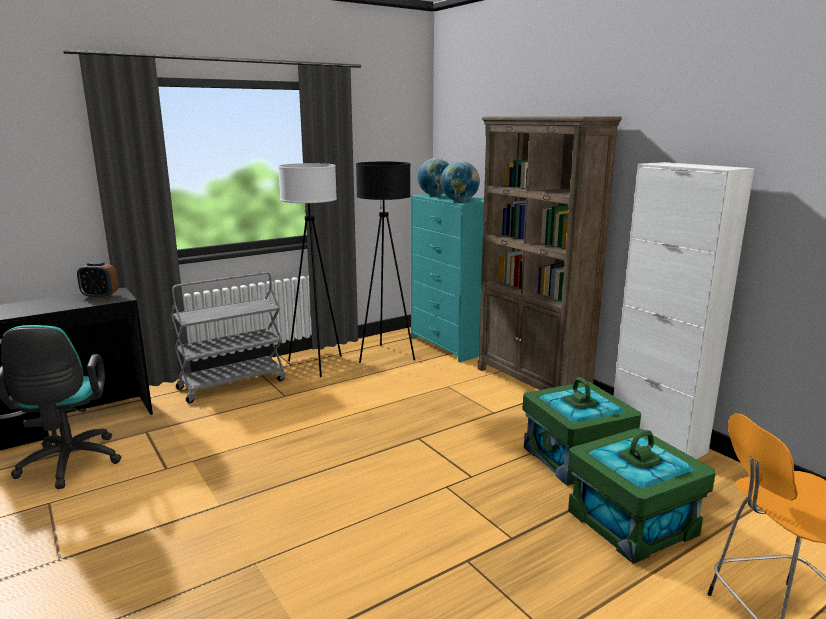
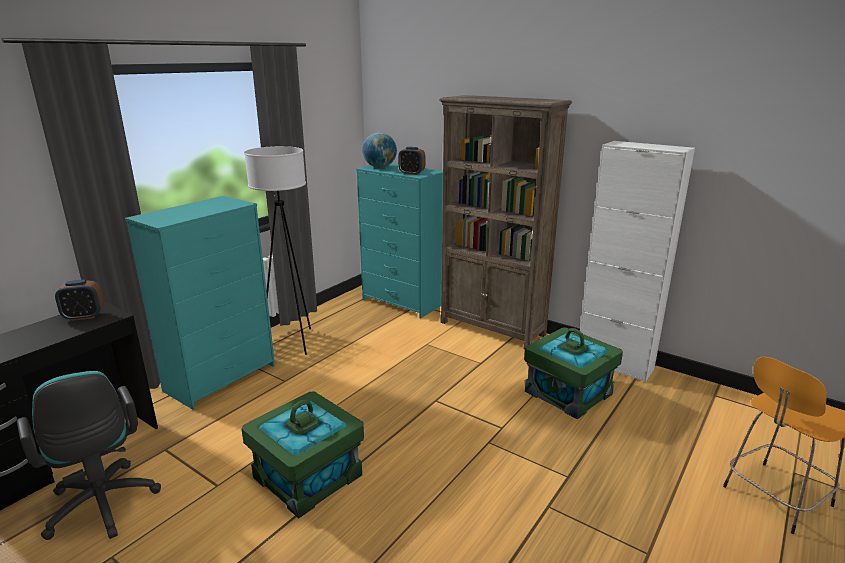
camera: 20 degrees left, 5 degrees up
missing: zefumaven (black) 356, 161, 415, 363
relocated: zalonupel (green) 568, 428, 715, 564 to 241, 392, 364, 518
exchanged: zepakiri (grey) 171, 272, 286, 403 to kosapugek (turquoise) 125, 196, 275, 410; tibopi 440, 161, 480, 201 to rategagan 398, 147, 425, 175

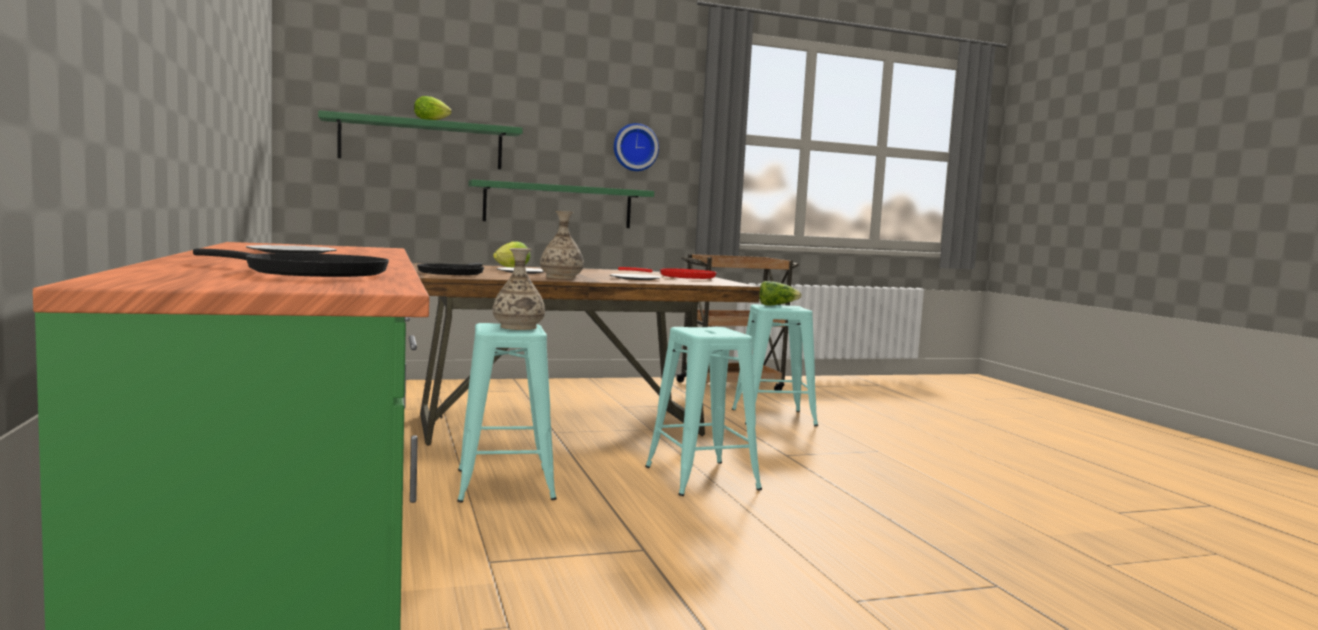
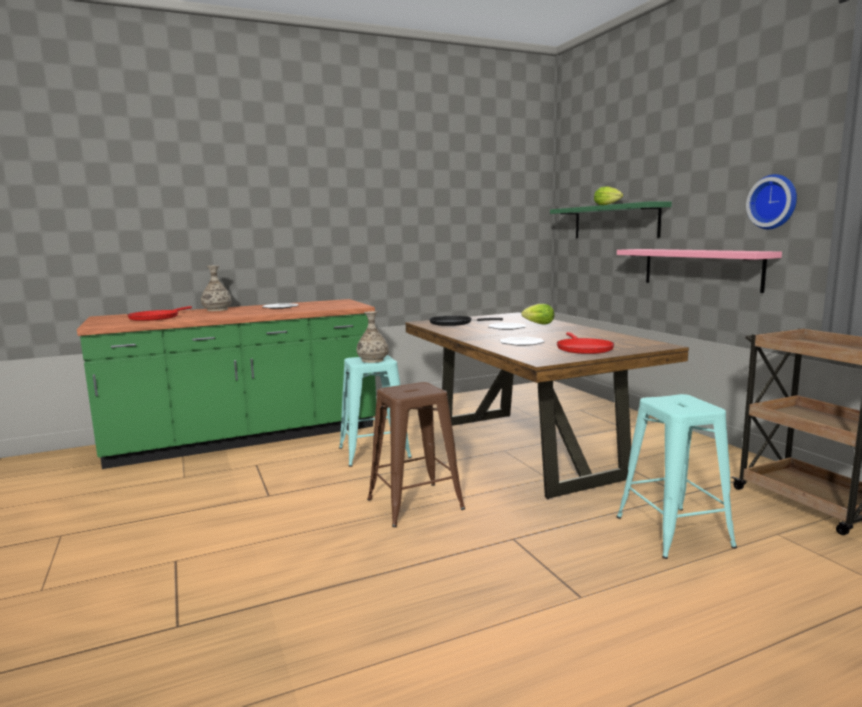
camera: 85 degrees right, 5 degrees up
missing: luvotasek 759, 281, 802, 305
relocated: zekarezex 540, 211, 584, 279 to 201, 266, 232, 311
colour: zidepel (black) 193, 249, 389, 277 to zidepel (red) 128, 306, 192, 321; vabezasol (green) 468, 179, 654, 228 to vabezasol (pink) 617, 249, 782, 293; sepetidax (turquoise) 645, 327, 762, 496 to sepetidax (brown) 367, 382, 465, 527

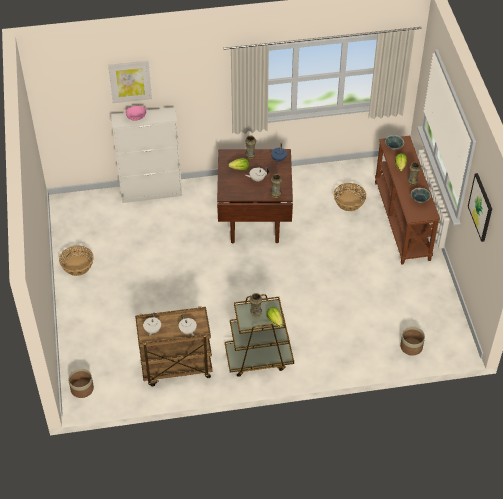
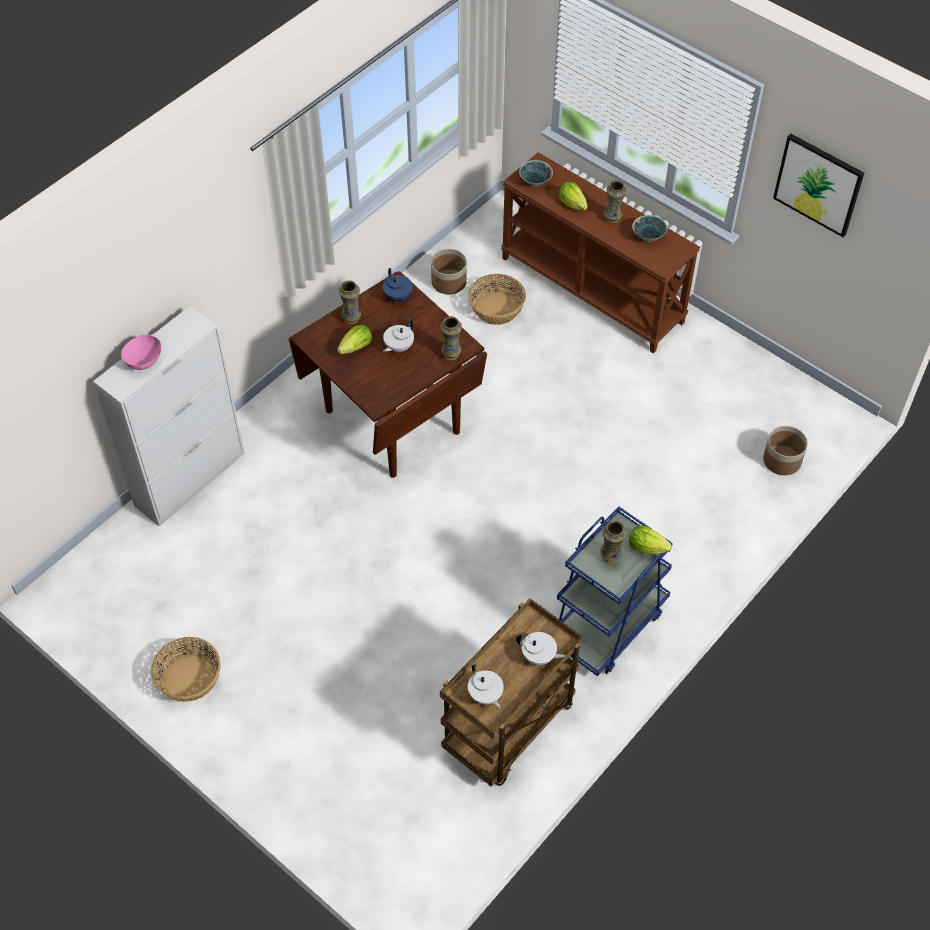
camera: 40 degrees left, 5 degrees up
missing: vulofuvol 108, 61, 152, 103
relocated: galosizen 68, 368, 94, 398 to 431, 249, 467, 294
colour: zepakiri (brown) 225, 294, 294, 377 to zepakiri (blue) 557, 506, 673, 676

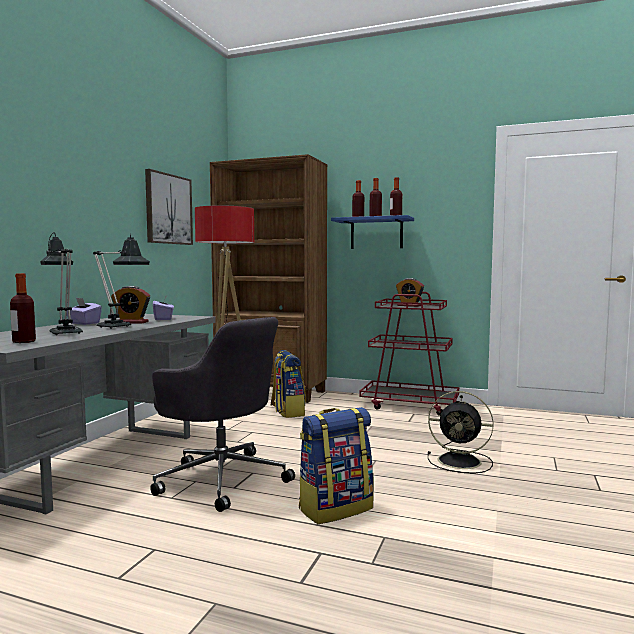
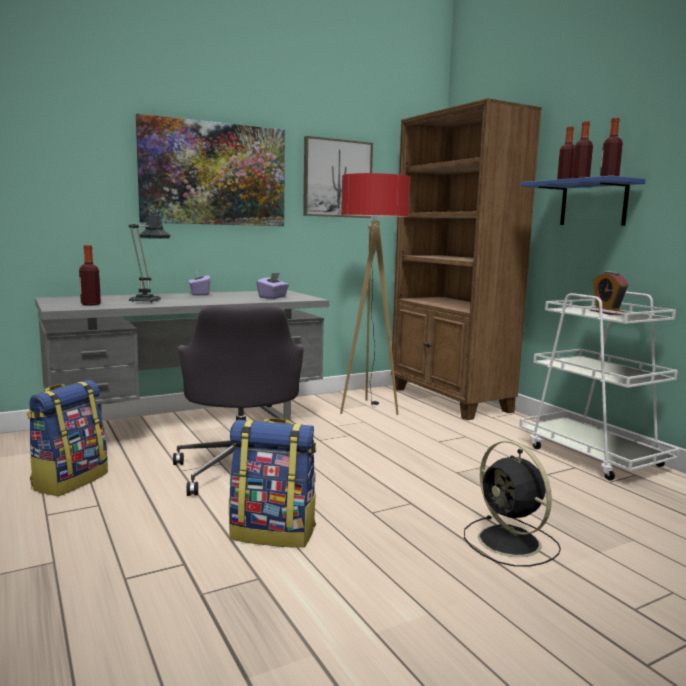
camera: 40 degrees right, 5 degrees up
missing: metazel 93, 233, 150, 329; rategagan 111, 286, 150, 324
appeared: vulofuvol 136, 113, 285, 226
relocated: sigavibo 271, 350, 306, 418 to 27, 380, 108, 496
colour: zepakiri (red) 360, 292, 459, 416 to zepakiri (white) 519, 292, 680, 481

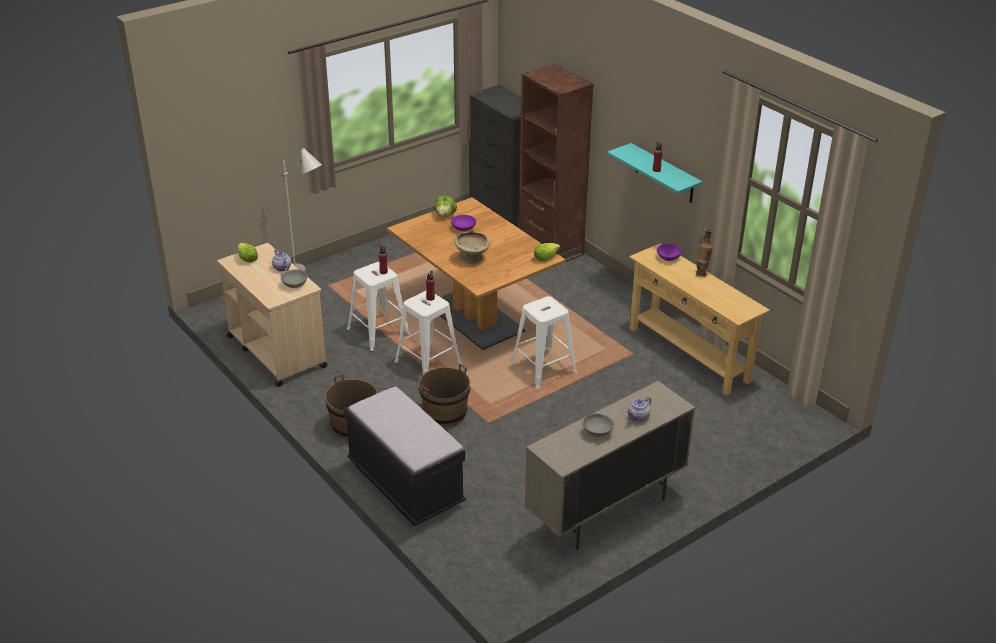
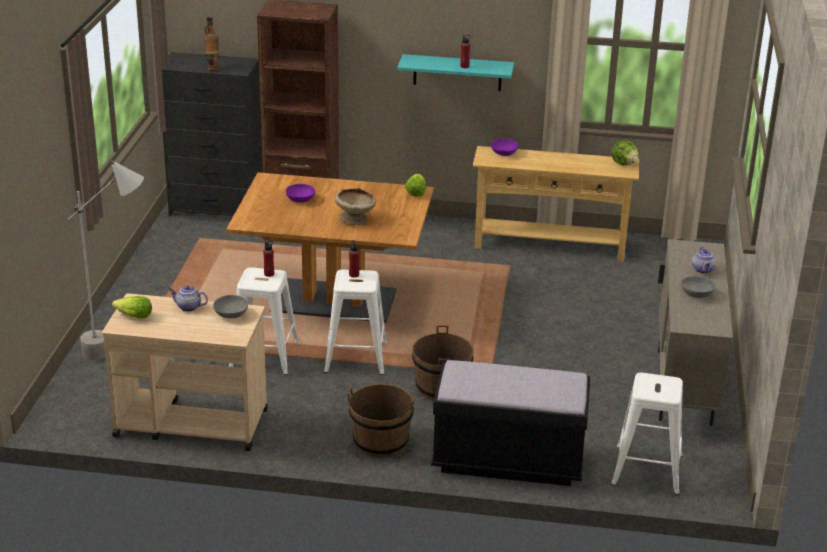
camera: 45 degrees left, 5 degrees down
relocated: luvotasek 435, 195, 457, 217 to 611, 141, 638, 165; sepetidax (white) 510, 296, 577, 389 to 611, 373, 683, 495; zekarezex 696, 228, 713, 277 to 203, 16, 219, 70

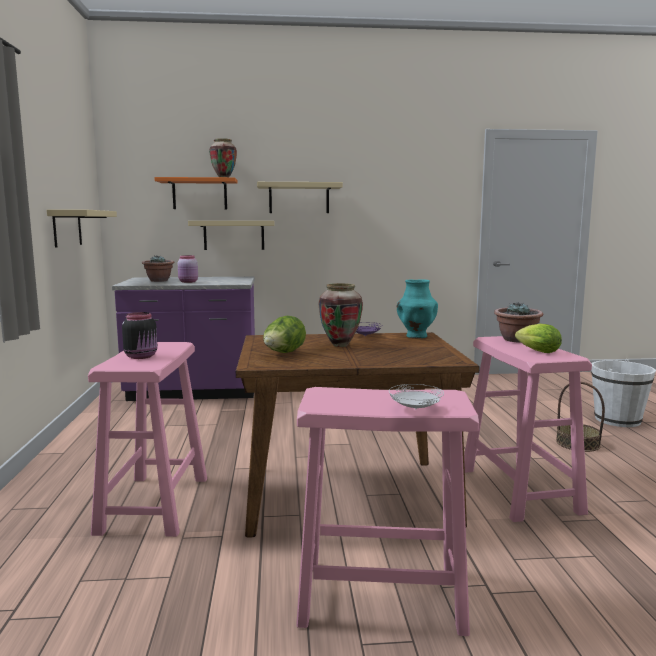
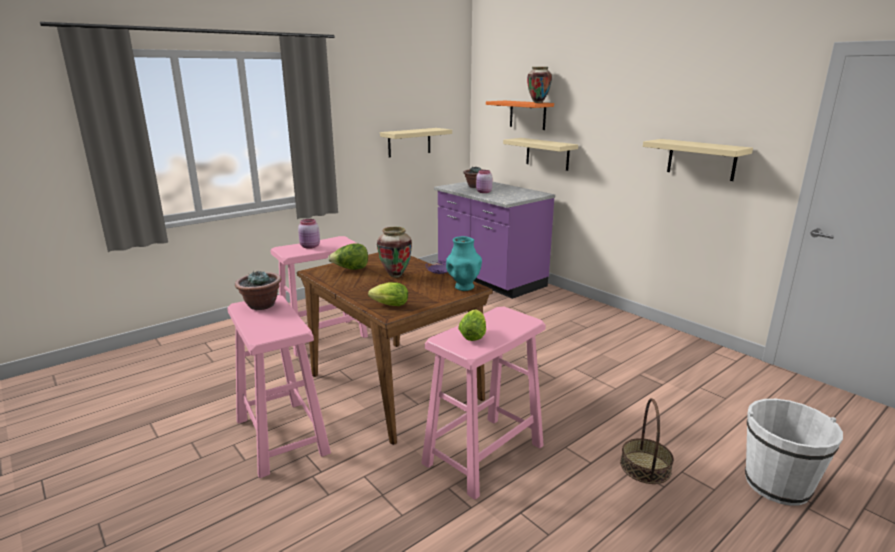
camera: 55 degrees right, 10 degrees up
missing: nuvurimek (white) 389, 384, 444, 409
appeared: luvotasek 368, 282, 408, 306
relocated: vabezasol (beige) 257, 182, 343, 213 to 643, 139, 753, 181; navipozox 494, 303, 543, 343 to 235, 270, 281, 310
colour: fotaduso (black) 122, 312, 157, 359 to fotaduso (pink) 298, 219, 320, 249

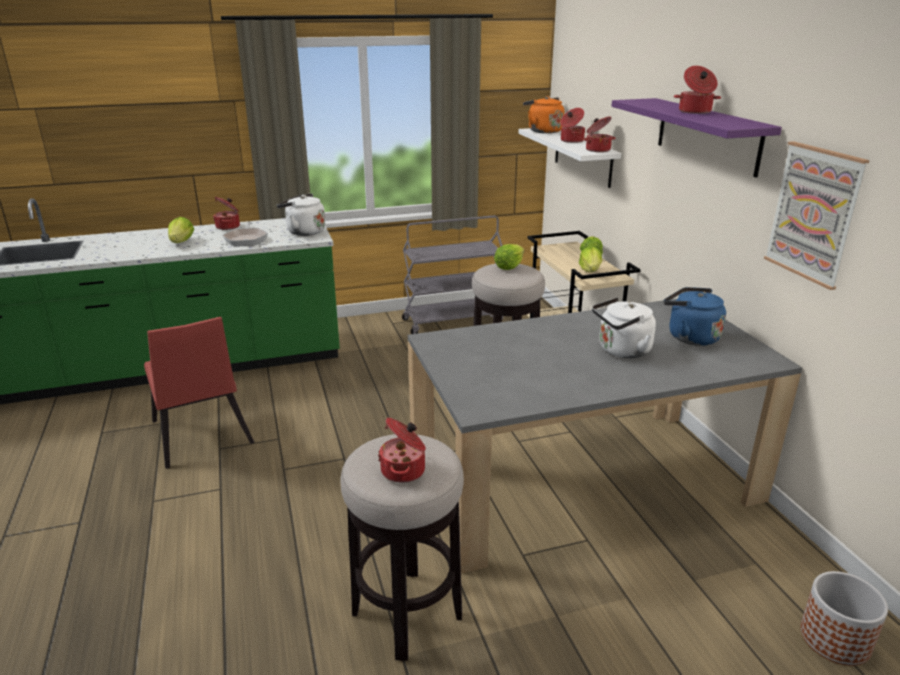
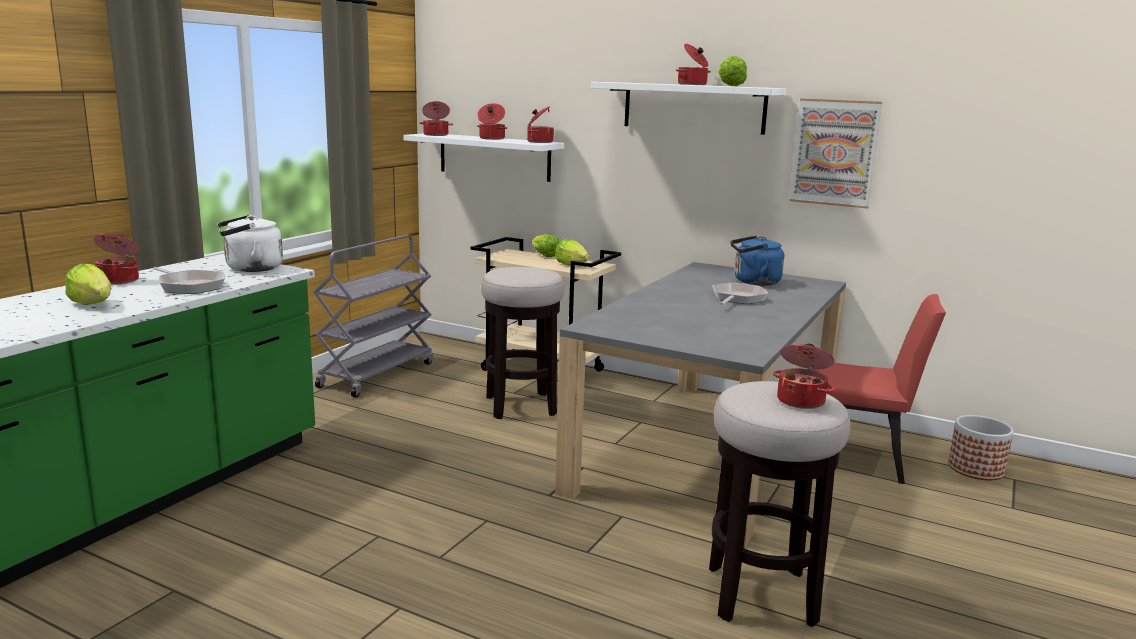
camera: 45 degrees left, 10 degrees down
relocated: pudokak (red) 144, 317, 255, 469 to 812, 294, 946, 484; luvotasek 494, 244, 524, 270 to 718, 56, 747, 86
exchanged: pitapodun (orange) 523, 96, 564, 133 to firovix 419, 101, 453, 136; pitapodun (white) 592, 297, 656, 358 to zidepel 712, 282, 768, 305
colour: vabezasol (purple) 611, 98, 782, 177 to vabezasol (white) 591, 82, 786, 135

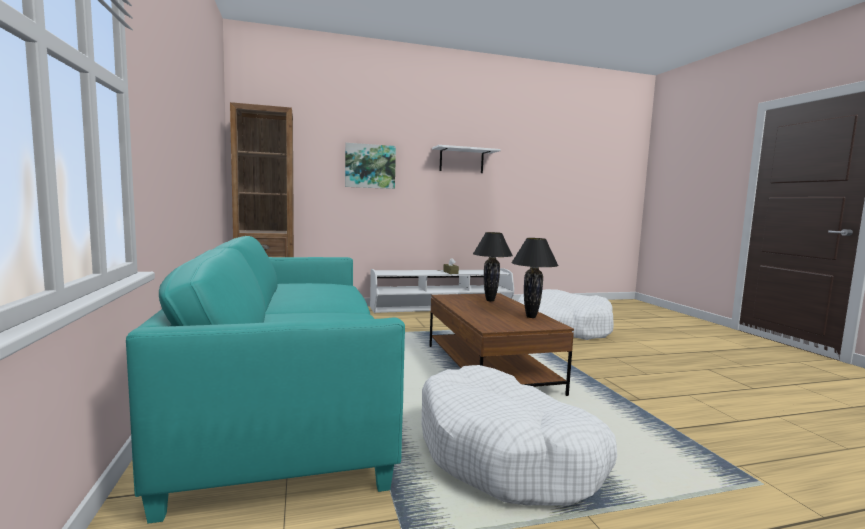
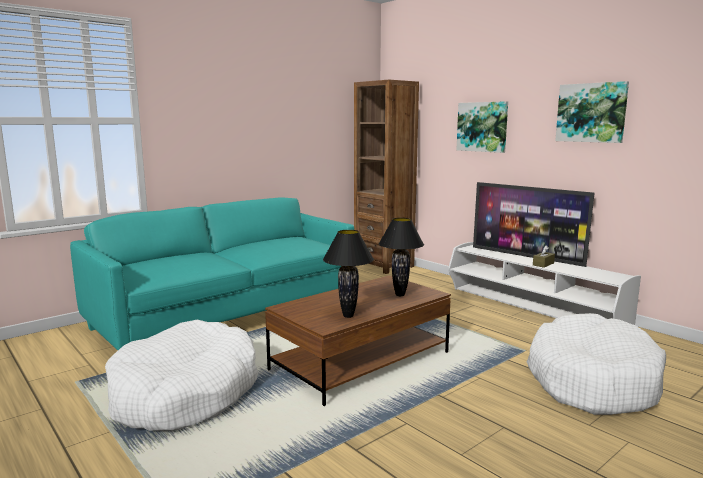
camera: 65 degrees right, 5 degrees up
appeared: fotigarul 473, 182, 594, 267
exchanged: vabezasol (white) 432, 145, 501, 173 to vulofuvol 555, 81, 629, 143

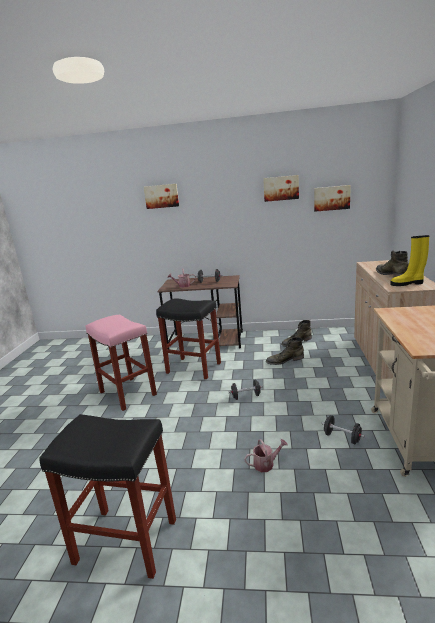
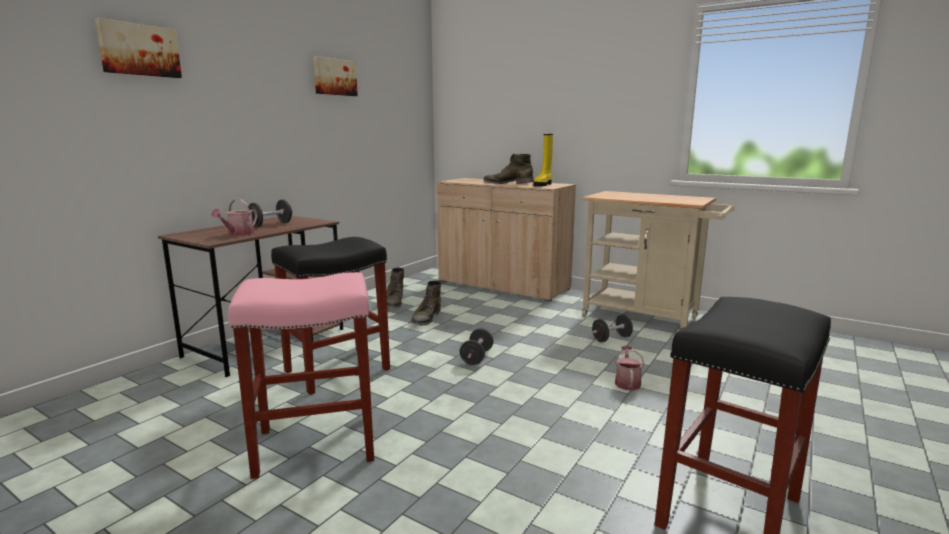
camera: 65 degrees left, 5 degrees down
missing: vulofuvol 314, 185, 351, 212

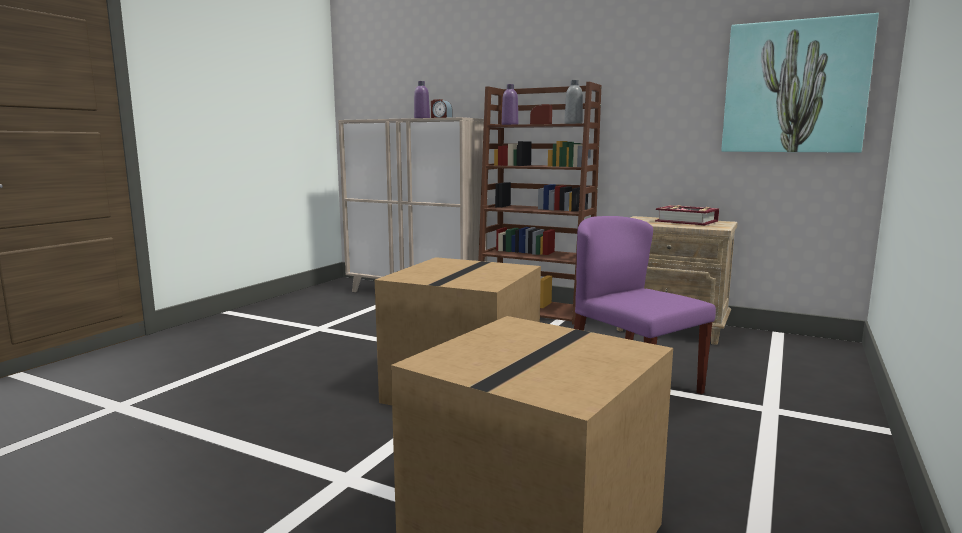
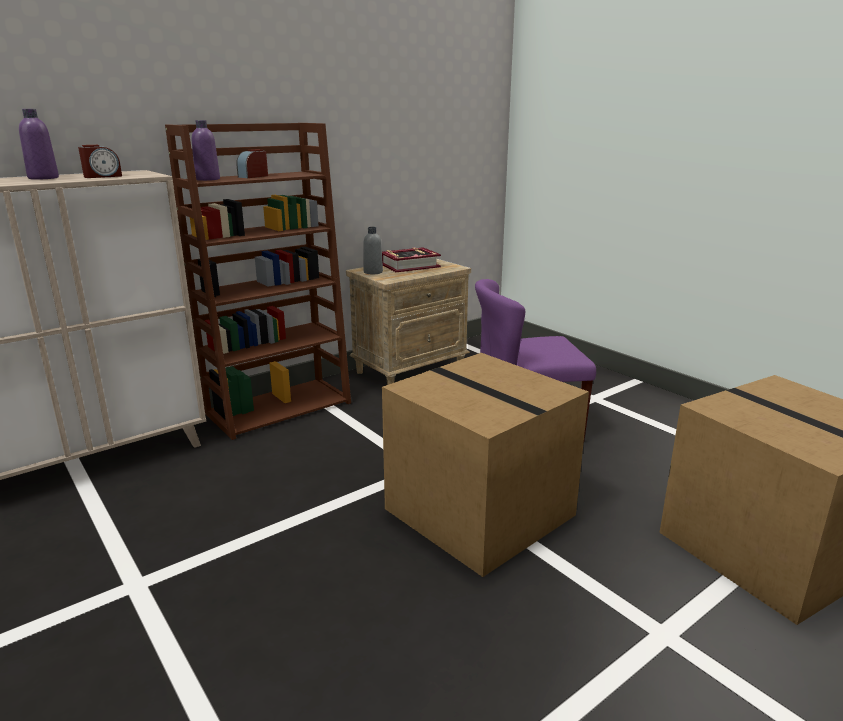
camera: 65 degrees left, 10 degrees up
missing: vulofuvol 721, 13, 879, 153
relocated: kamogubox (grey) 564, 80, 583, 124 to 363, 227, 383, 274

